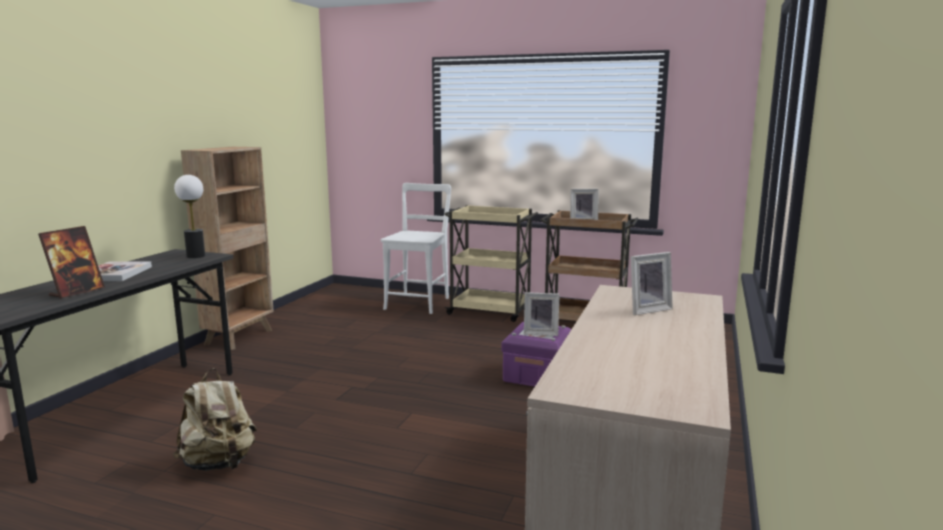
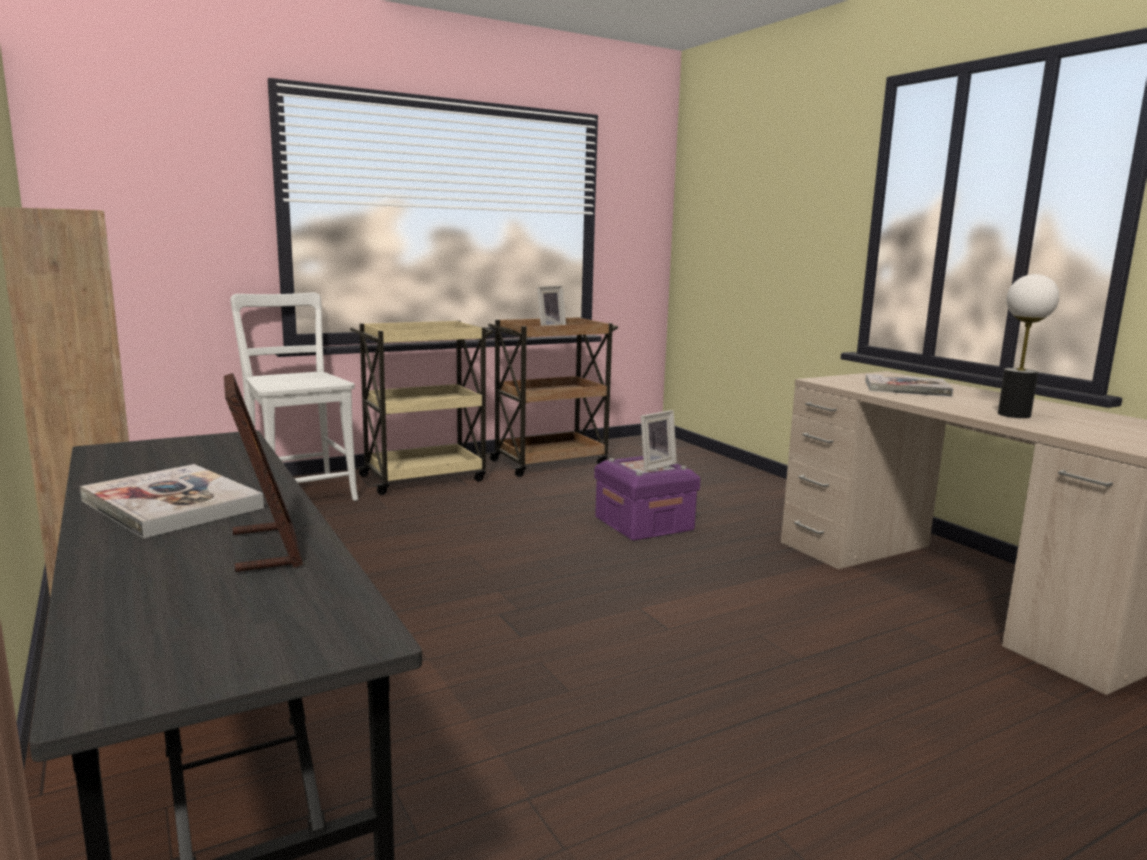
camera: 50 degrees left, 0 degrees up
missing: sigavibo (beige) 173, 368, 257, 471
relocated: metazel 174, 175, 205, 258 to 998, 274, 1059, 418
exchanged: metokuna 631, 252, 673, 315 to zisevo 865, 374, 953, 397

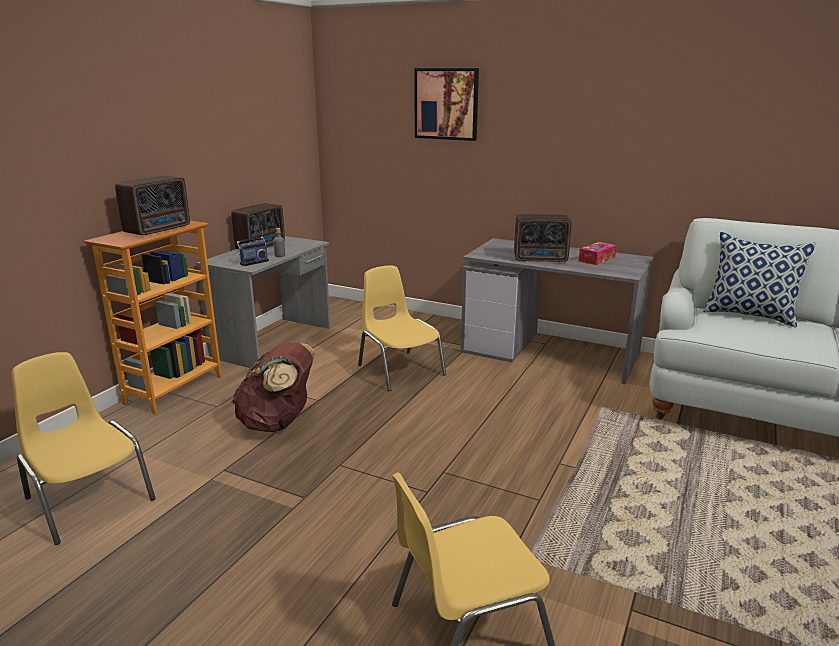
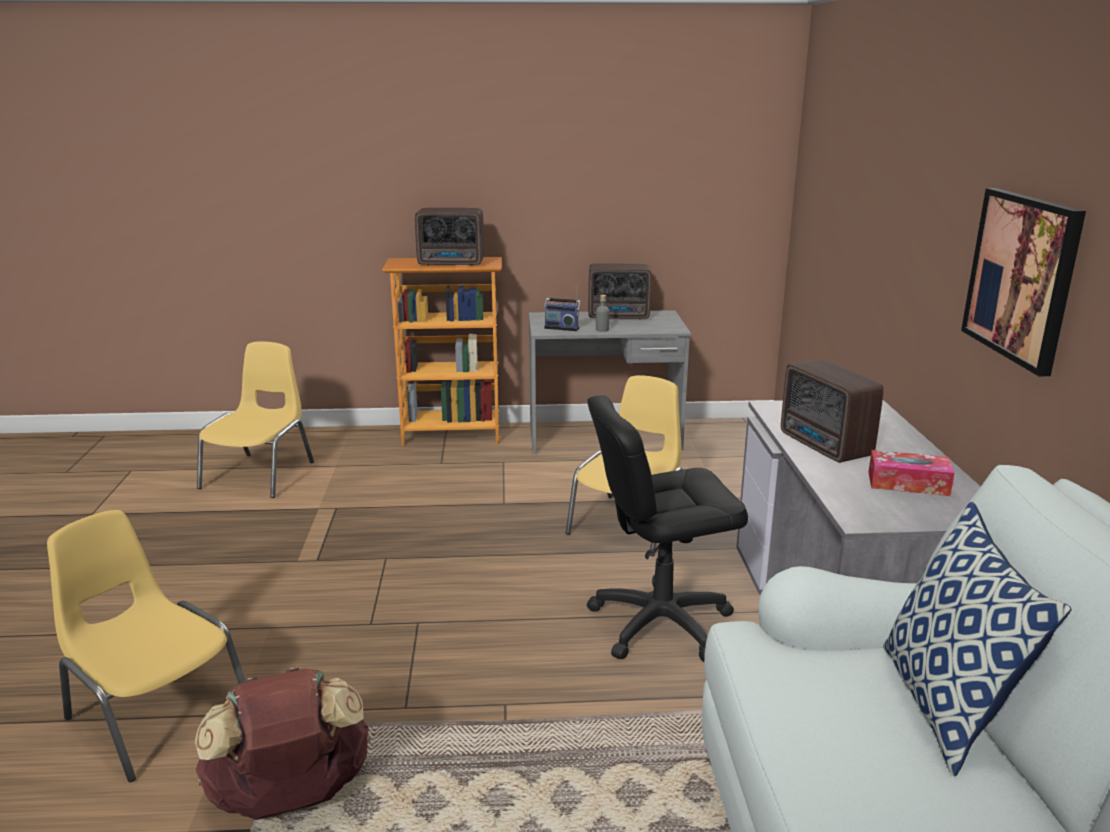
camera: 60 degrees right, 0 degrees up
appeared: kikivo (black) 587, 396, 748, 662
relocated: sigavibo (brown) 232, 341, 316, 432 to 195, 667, 371, 820; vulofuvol 415, 68, 479, 141 to 961, 188, 1086, 376

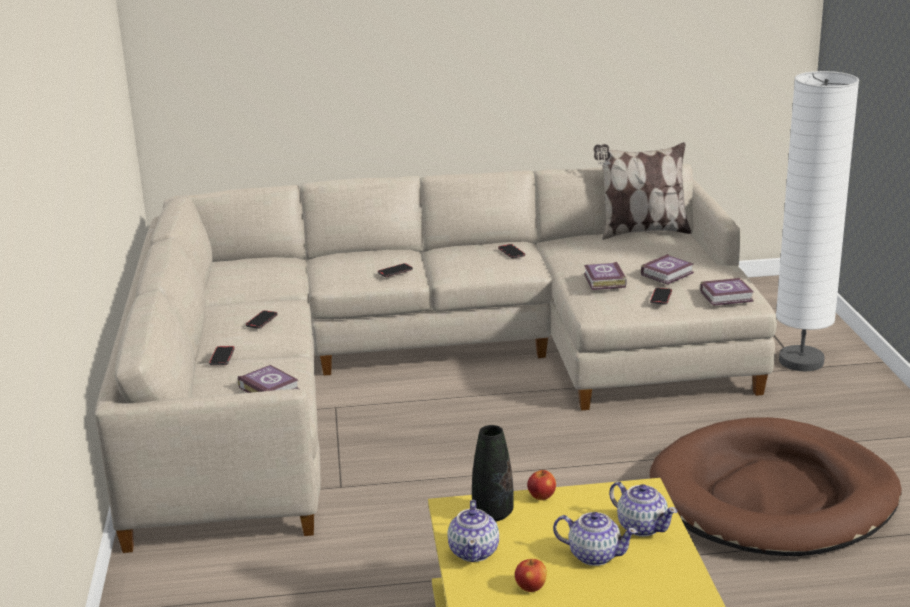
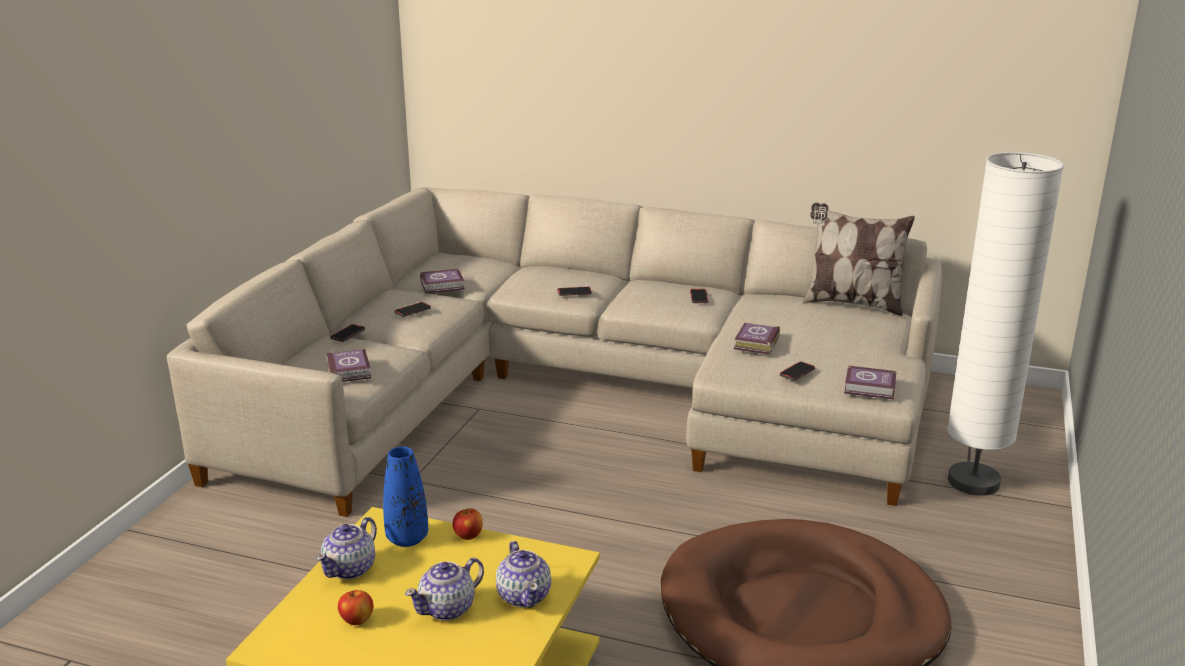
camera: 25 degrees right, 0 degrees up
relocated: zisevo 641, 254, 694, 285 to 420, 269, 465, 294
colour: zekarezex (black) 472, 425, 514, 521 to zekarezex (blue) 383, 446, 428, 547
spun: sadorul 553, 512, 638, 566 = 405, 558, 484, 621 90 degrees clockwise

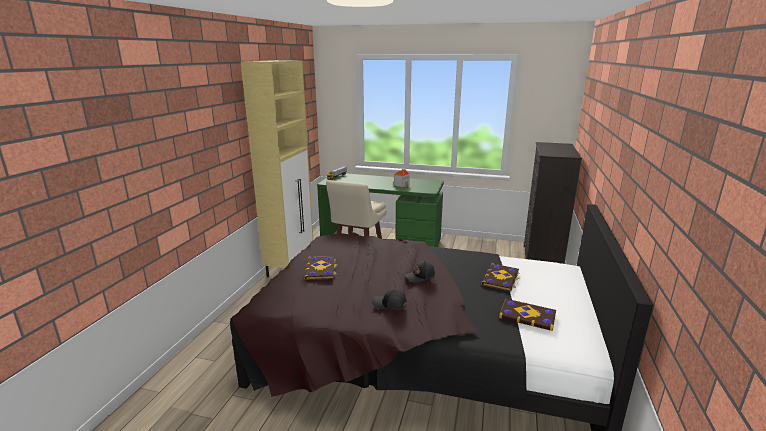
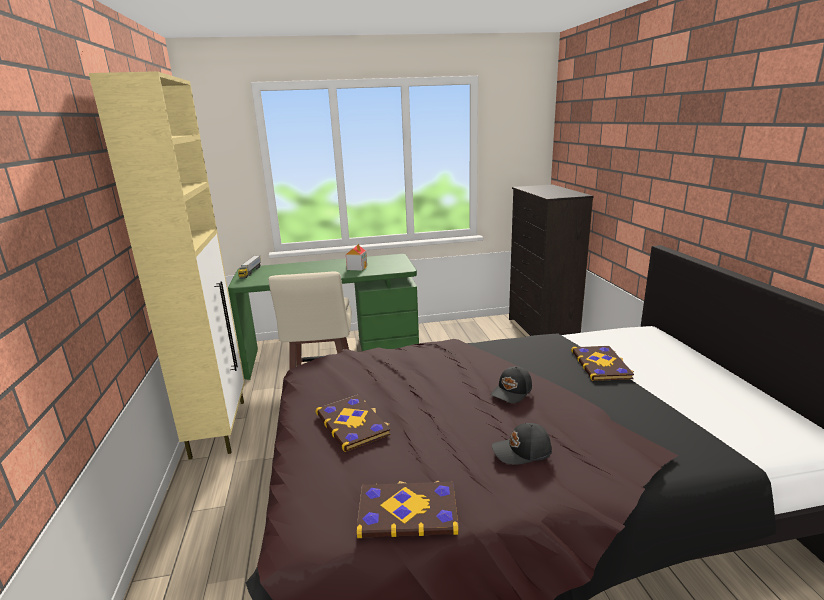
camera: 25 degrees left, 0 degrees up
relocated: zisevo 499, 299, 556, 331 to 356, 480, 459, 538

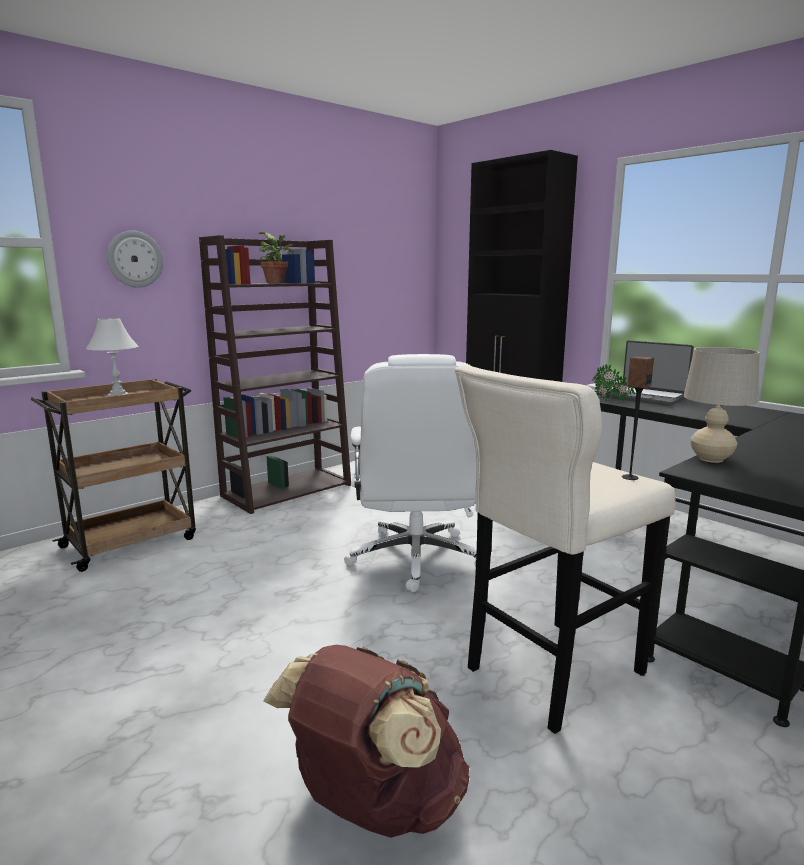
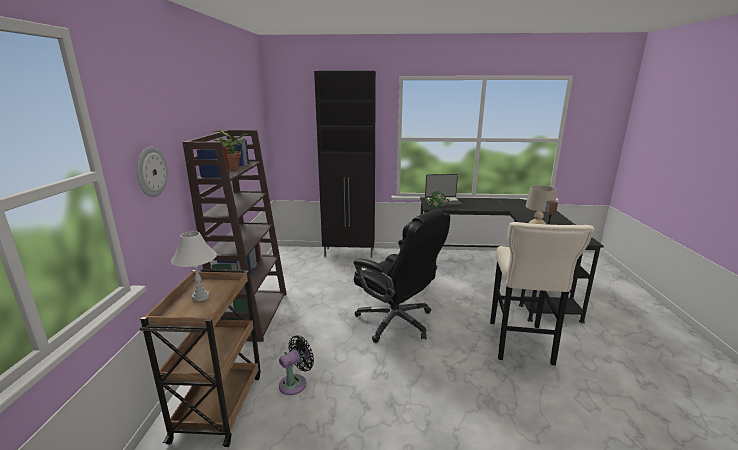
camera: 45 degrees left, 5 degrees up
missing: sigavibo (brown) 263, 645, 470, 838
appeared: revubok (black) 279, 335, 314, 395
colour: kikivo (white) 344, 354, 477, 592 to kikivo (black) 354, 209, 450, 343

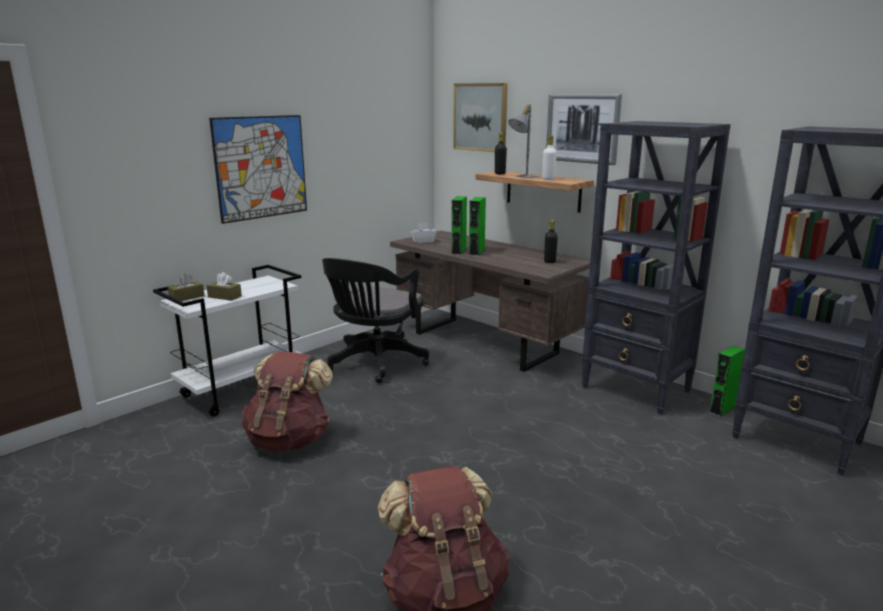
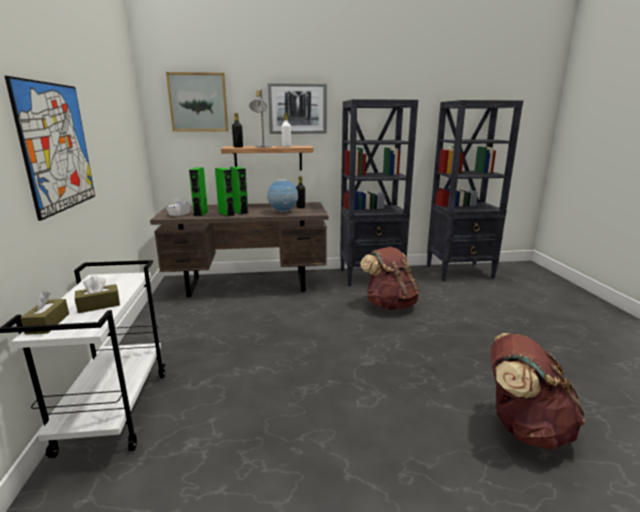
camera: 50 degrees left, 0 degrees up
missing: kikivo (black) 322, 258, 429, 383
appeared: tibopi 267, 179, 298, 212
relocated: sigavibo (brown) 242, 351, 333, 452 to 360, 247, 419, 310; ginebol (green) 710, 346, 745, 416 to 189, 167, 208, 216

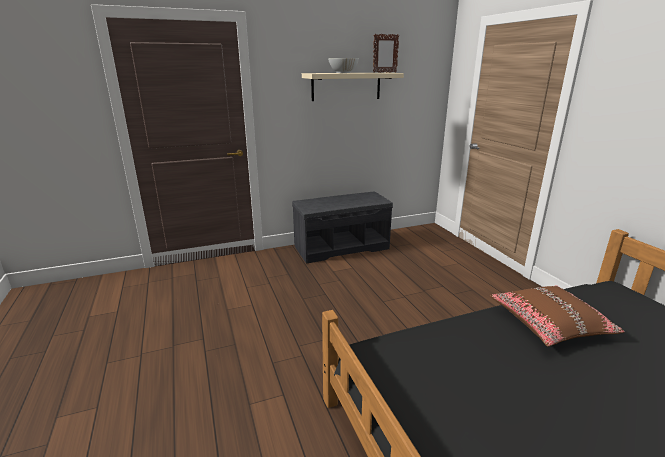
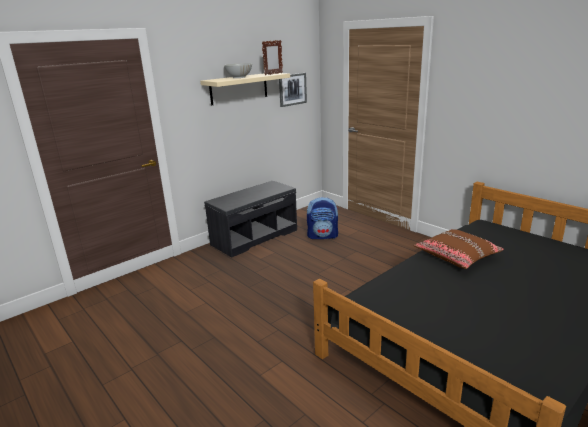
camera: 20 degrees left, 0 degrees up
appeared: vulofuvol 279, 73, 307, 107; sigavibo 307, 197, 338, 239

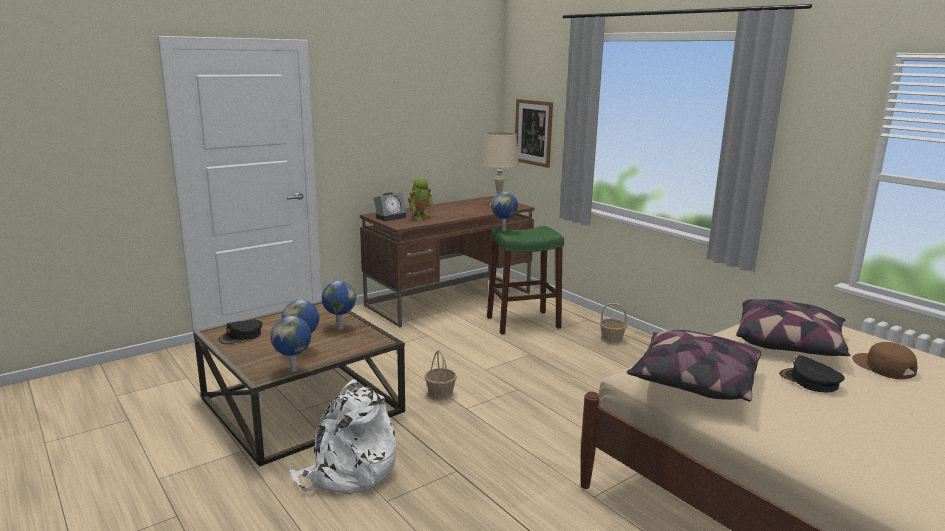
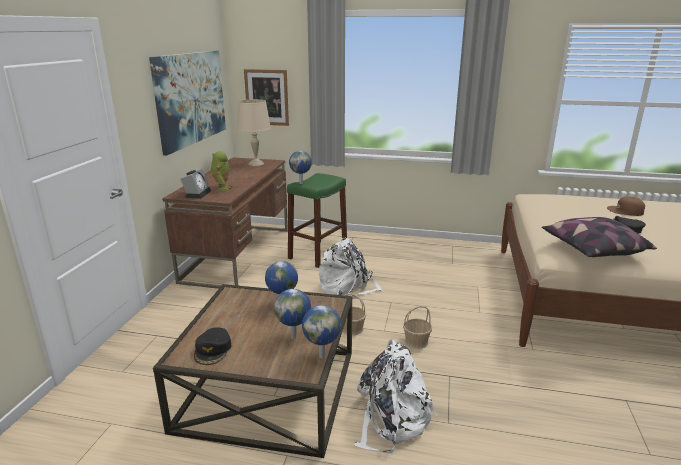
camera: 40 degrees left, 5 degrees up
missing: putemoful 736, 299, 851, 356
appeared: vulofuvol 149, 51, 226, 156; sigavibo (white) 319, 238, 383, 297
relocated: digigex 600, 303, 627, 344 to 403, 305, 432, 349

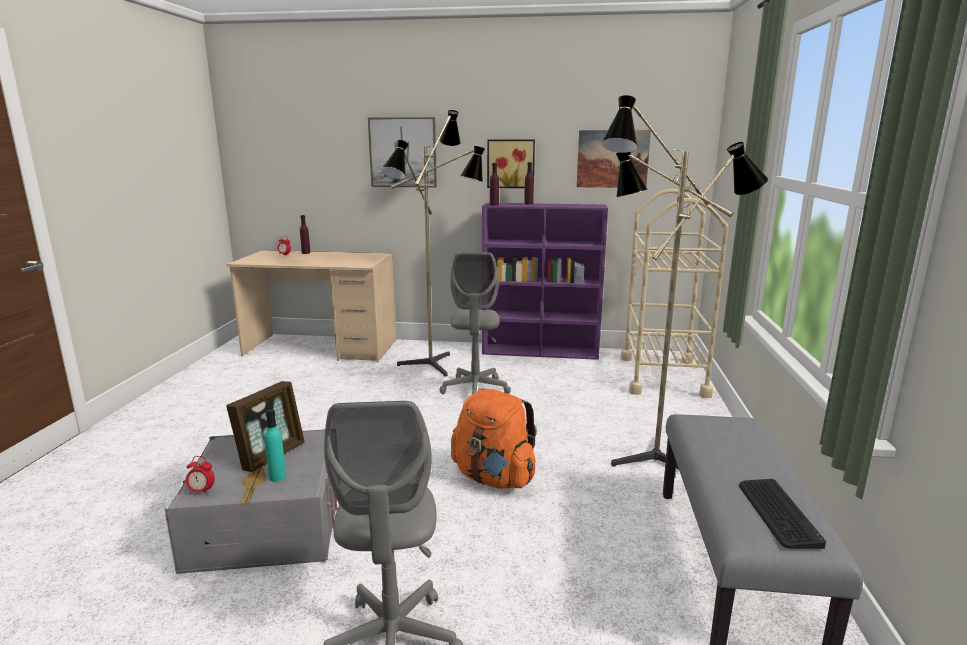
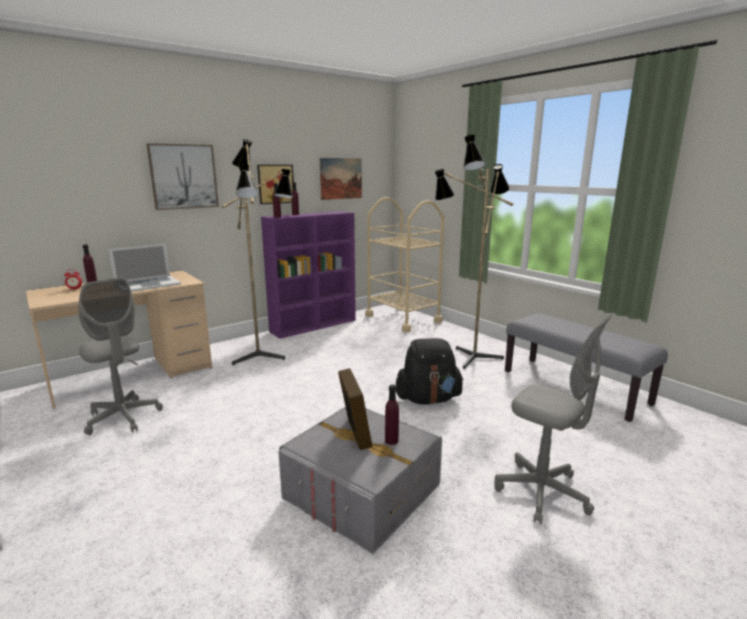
camera: 45 degrees left, 0 degrees up
missing: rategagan 186, 456, 215, 495; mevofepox 739, 479, 826, 549
appeared: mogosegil 109, 244, 181, 292
relocated: kikivo (grey) 439, 252, 511, 394 to 79, 277, 163, 435
colour: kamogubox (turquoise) 265, 409, 286, 482 to kamogubox (purple) 385, 385, 399, 445; sigavibo (orange) 451, 389, 537, 489 to sigavibo (black) 396, 338, 464, 405

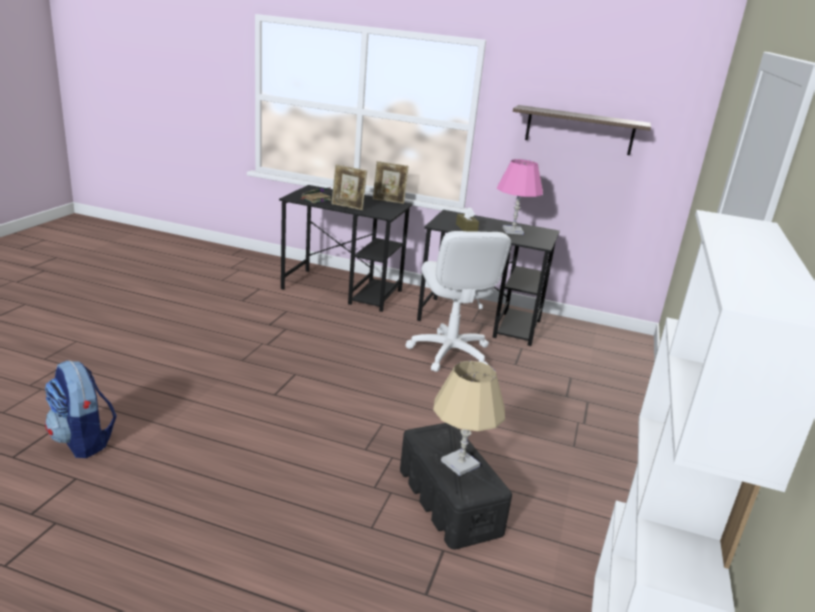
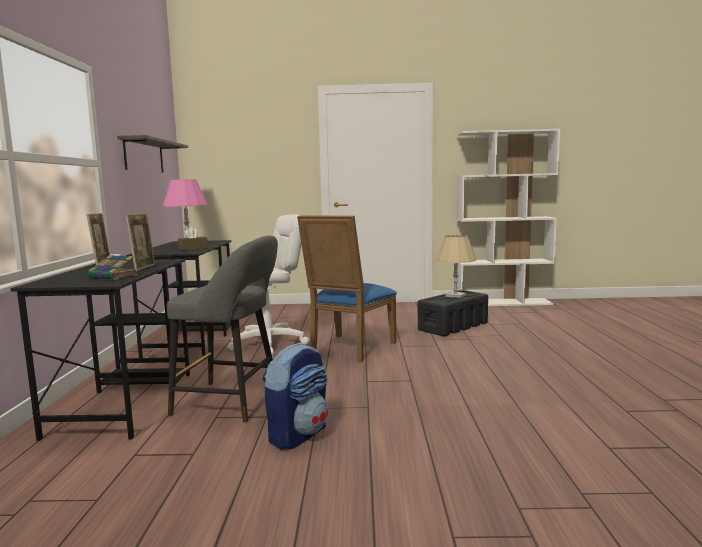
camera: 105 degrees left, 15 degrees down
appeared: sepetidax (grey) 167, 236, 278, 422; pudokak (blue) 297, 215, 397, 362
relocated: sigavibo 45, 360, 117, 458 to 263, 343, 328, 450

